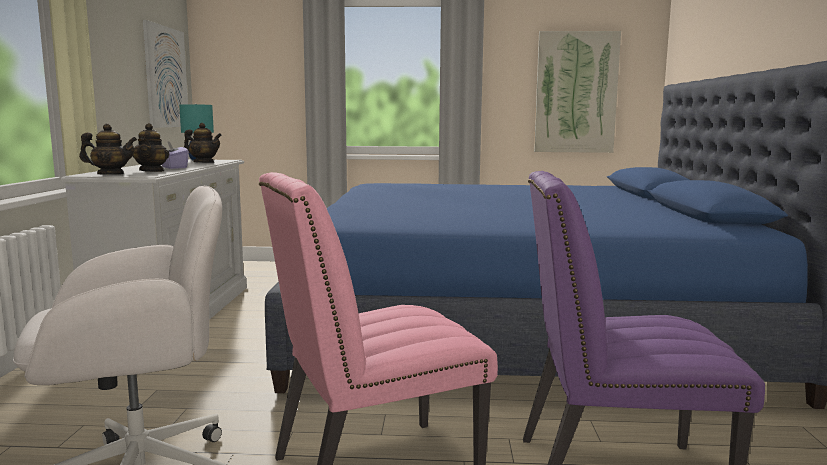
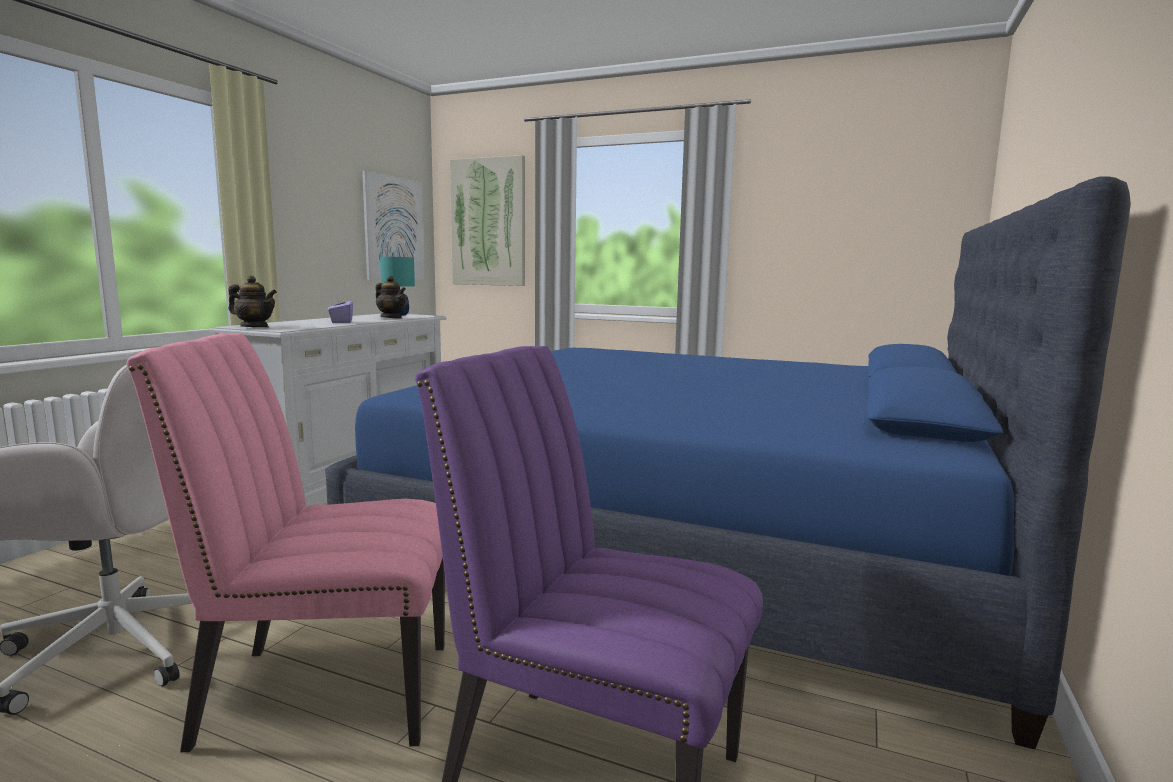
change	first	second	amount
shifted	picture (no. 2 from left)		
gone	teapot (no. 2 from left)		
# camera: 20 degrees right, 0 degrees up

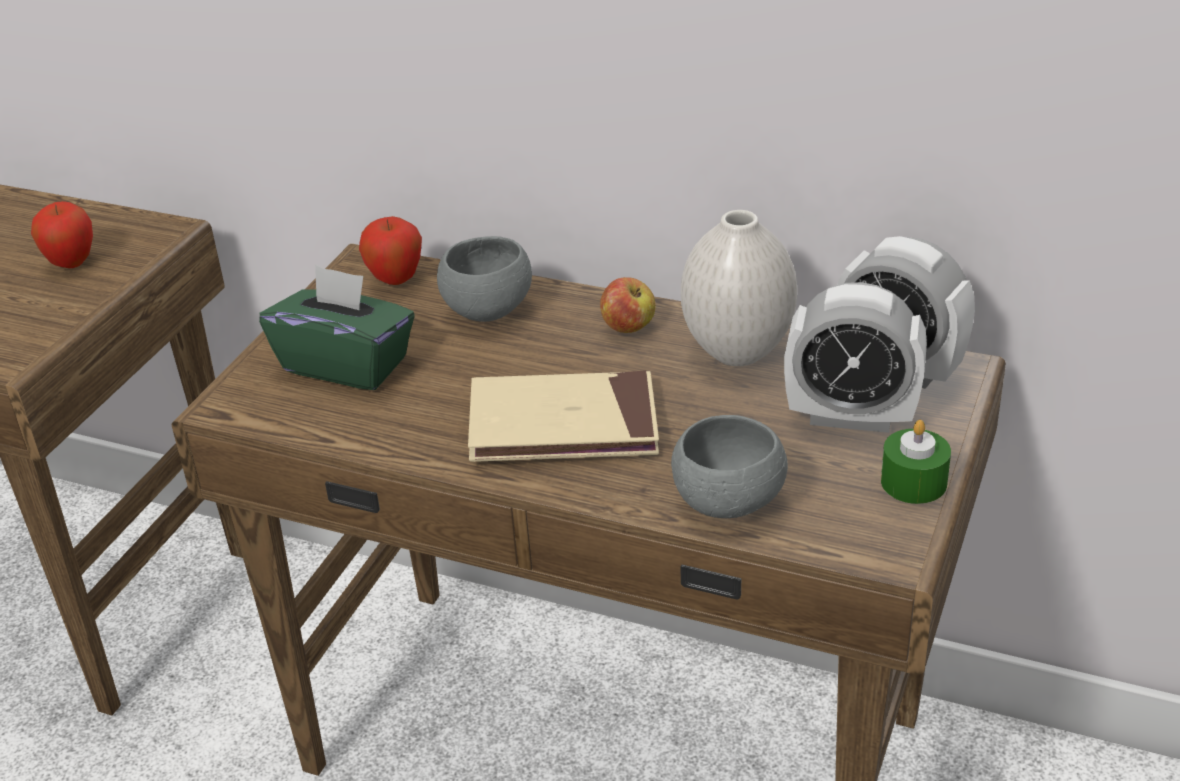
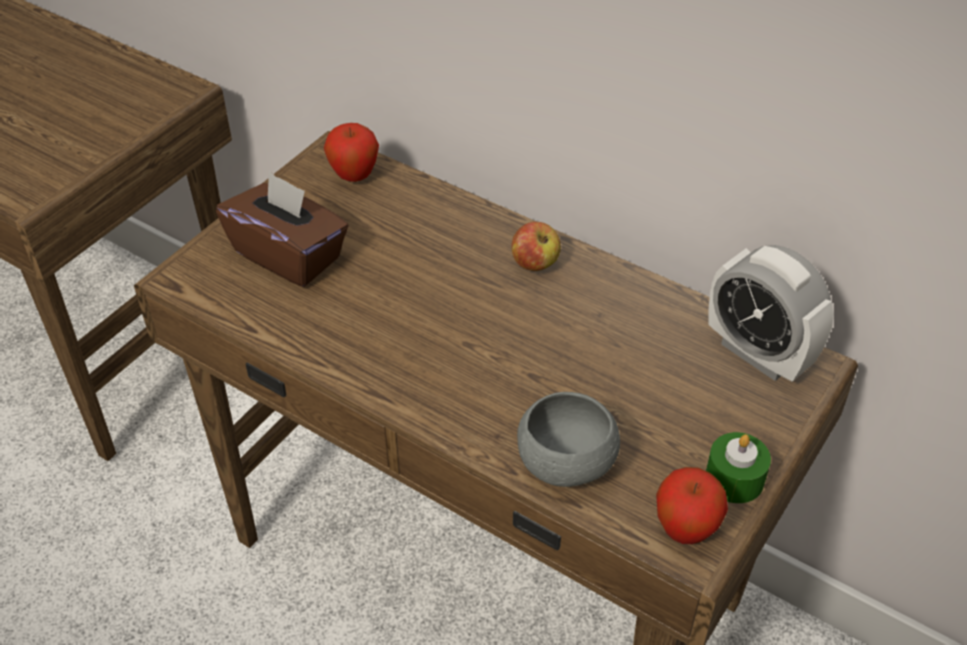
change	first	second	amount
shifted	apple (no. 1 from left in the first image)	apple (no. 3 from left)	
gone	vase (white)		
gone	bowl (grey) (no. 1 from left)		
repainted	tissue box (green)	tissue box (brown)	
gone	alarm clock (no. 1 from left)		
gone	book (beige)		
# camera: 10 degrees right, 10 degrees up

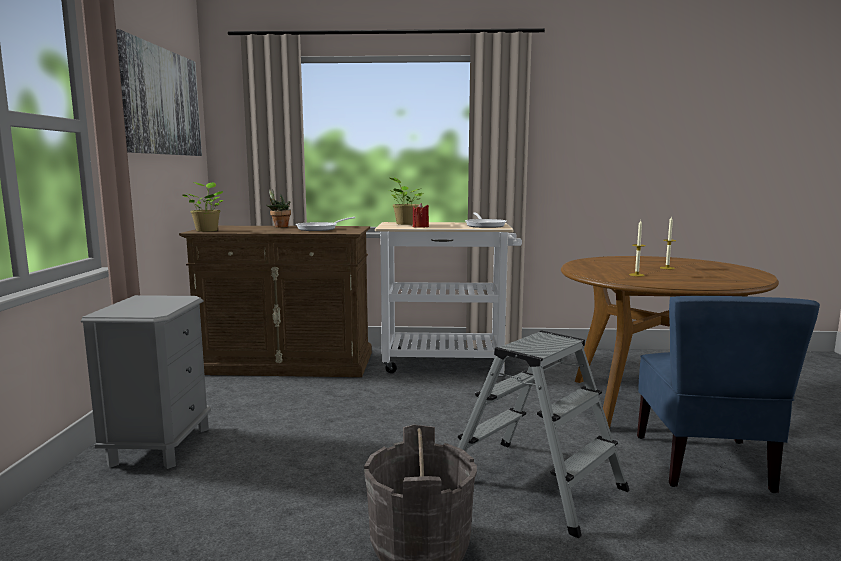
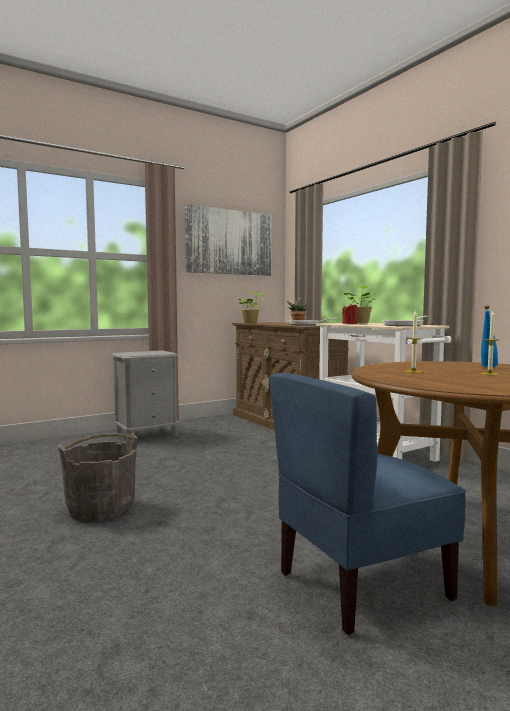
change	first	second	amount
gone	step ladder (grey)		
new		bottle (blue)	
# camera: 55 degrees right, 5 degrees down

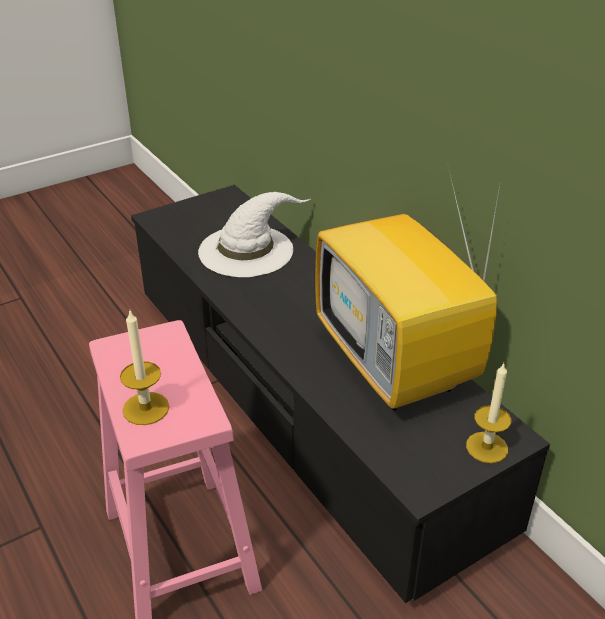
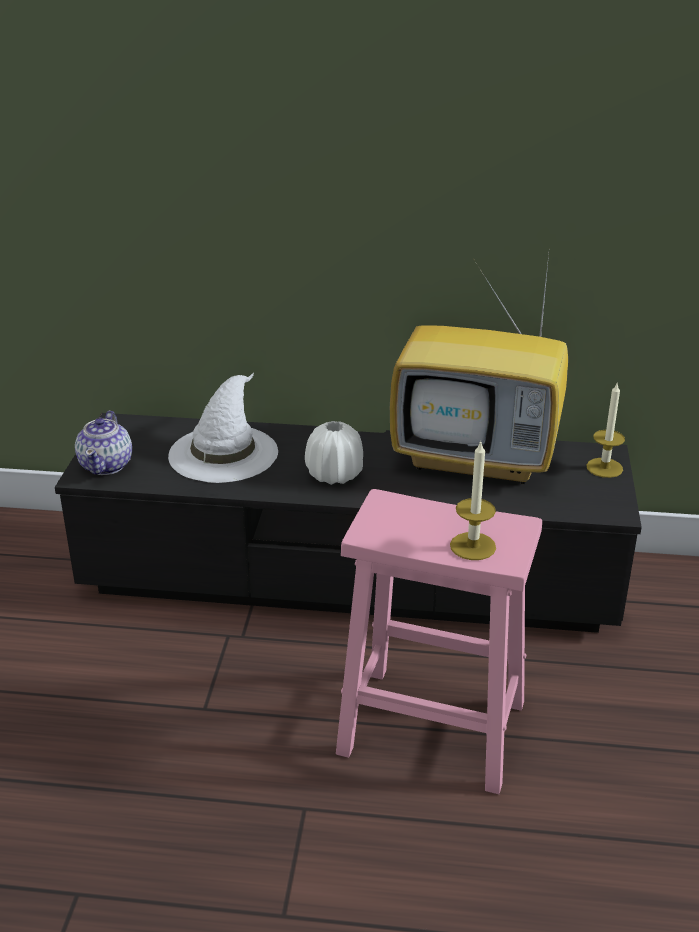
change	first	second	amount
new		teapot	
new		vase (white)	
# camera: 50 degrees left, 5 degrees down

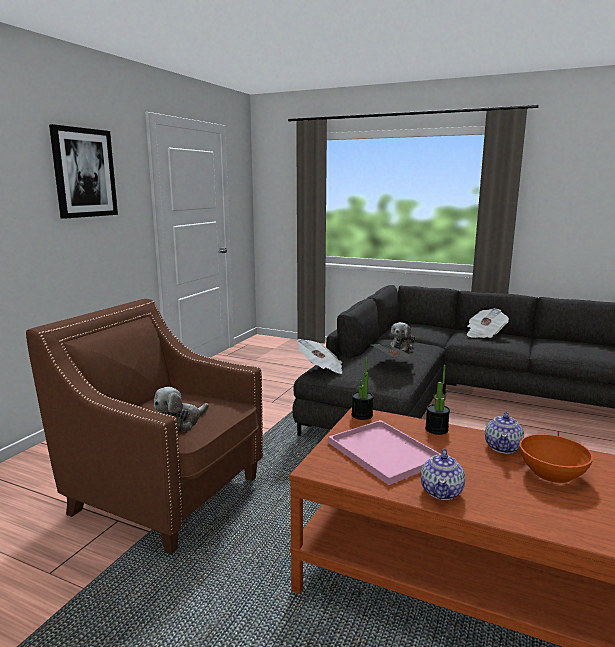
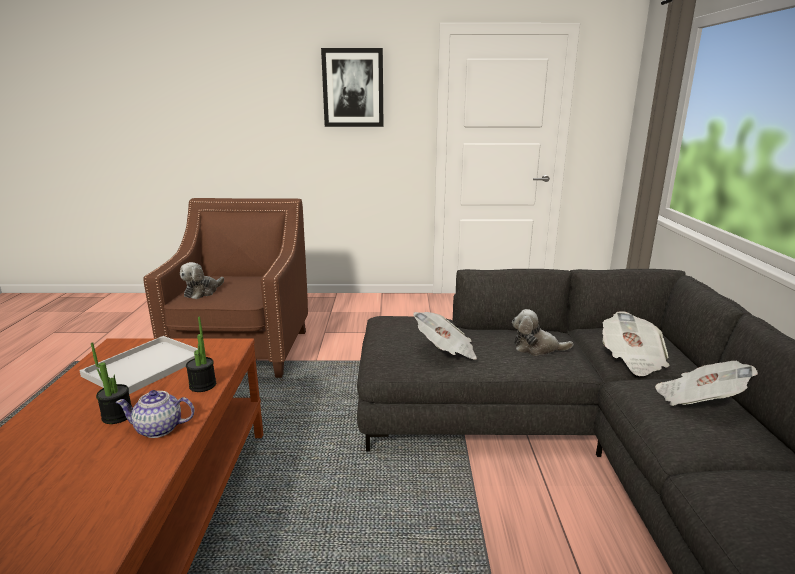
change	first	second	amount
shifted	newspaper (no. 1 from left in the first image)	newspaper (no. 2 from left)	
shifted	potted plant (no. 1 from left)		
rotated	plush toy (no. 1 from left)		75 degrees counterclockwise
repainted	tray (pink)	tray (white)	
gone	bowl (orange)		
gone	teapot (no. 1 from left)		
# camera: 65 degrees right, 5 degrees up

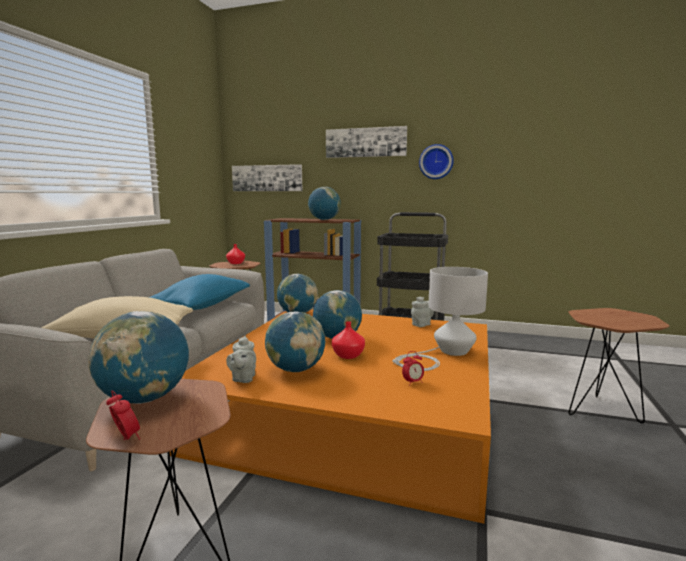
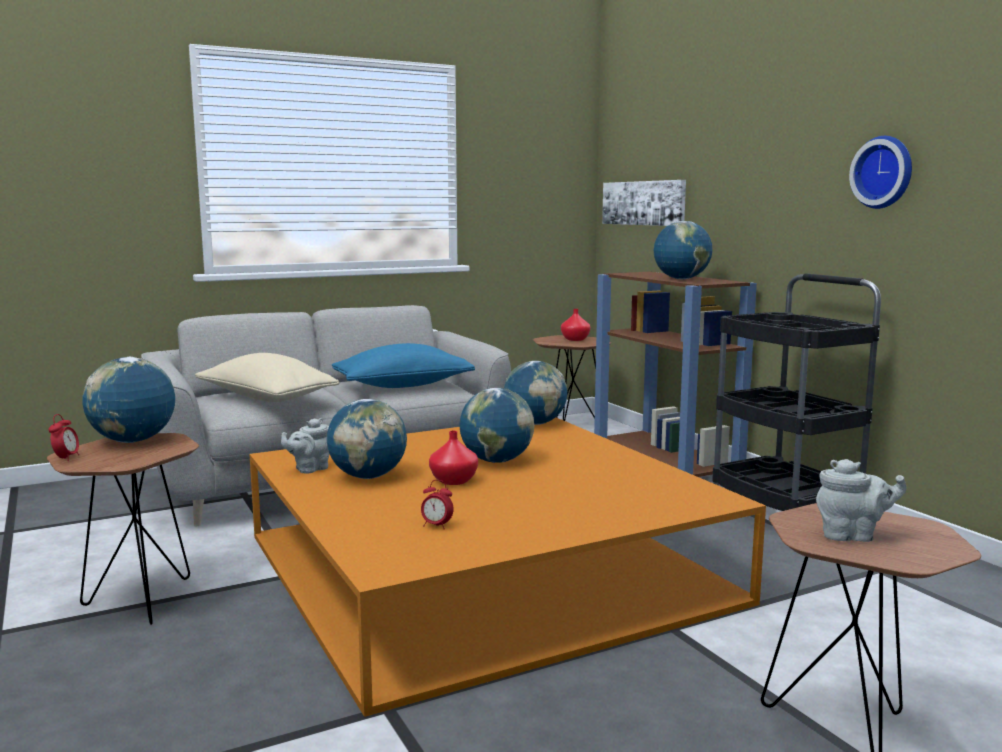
change	first	second	amount
gone	picture (no. 2 from left)		
gone	table lamp (white)		
shifted	teapot (grey) (no. 2 from left)		
# camera: 45 degrees right, 0 degrees up

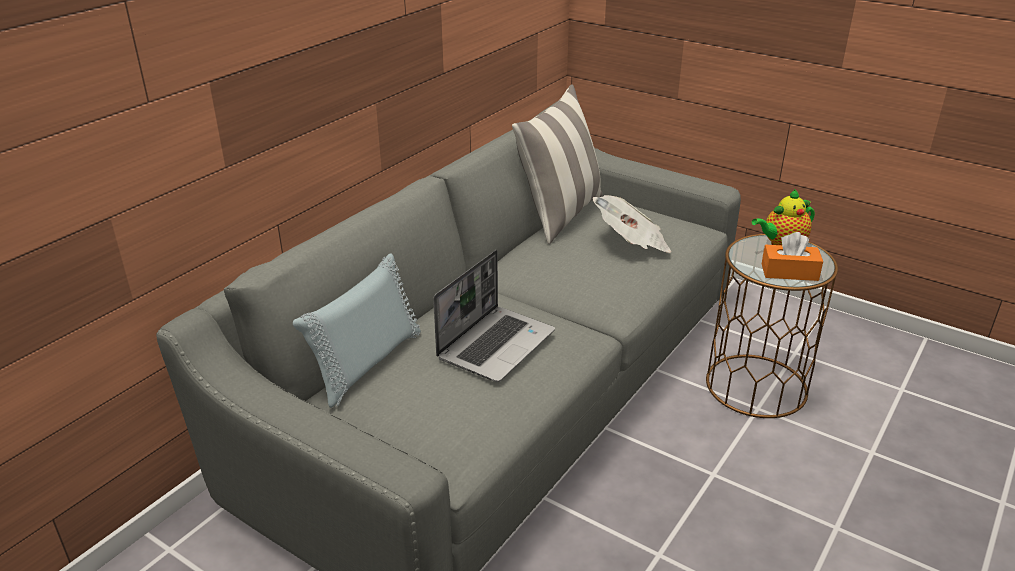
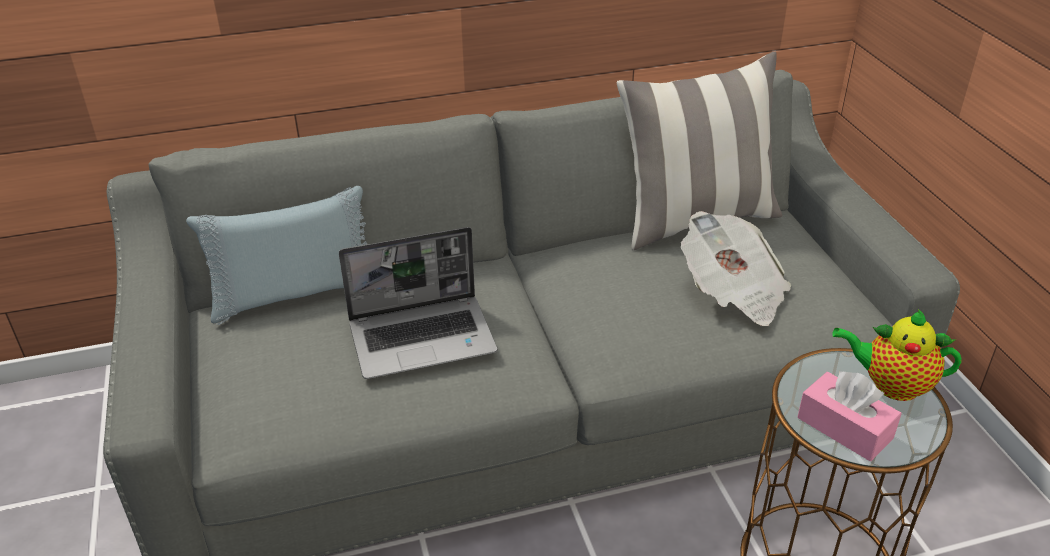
change	first	second	amount
repainted	tissue box (orange)	tissue box (pink)	
# camera: 40 degrees right, 5 degrees up

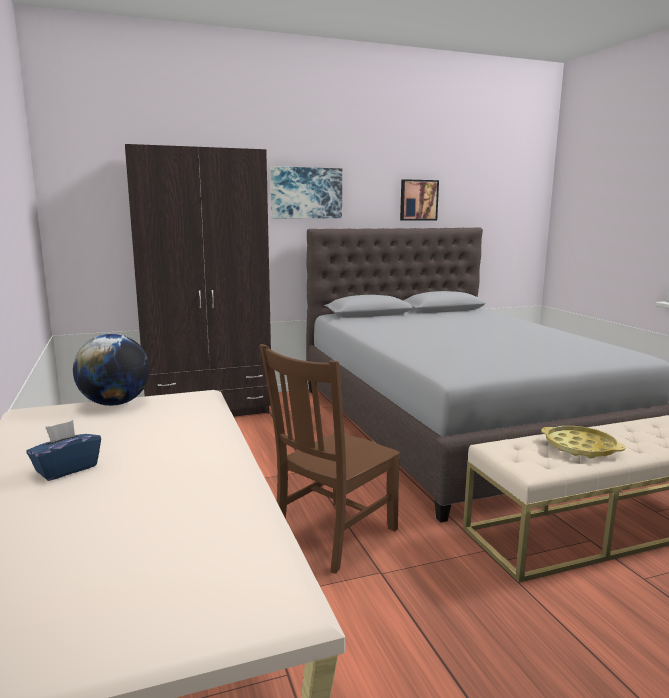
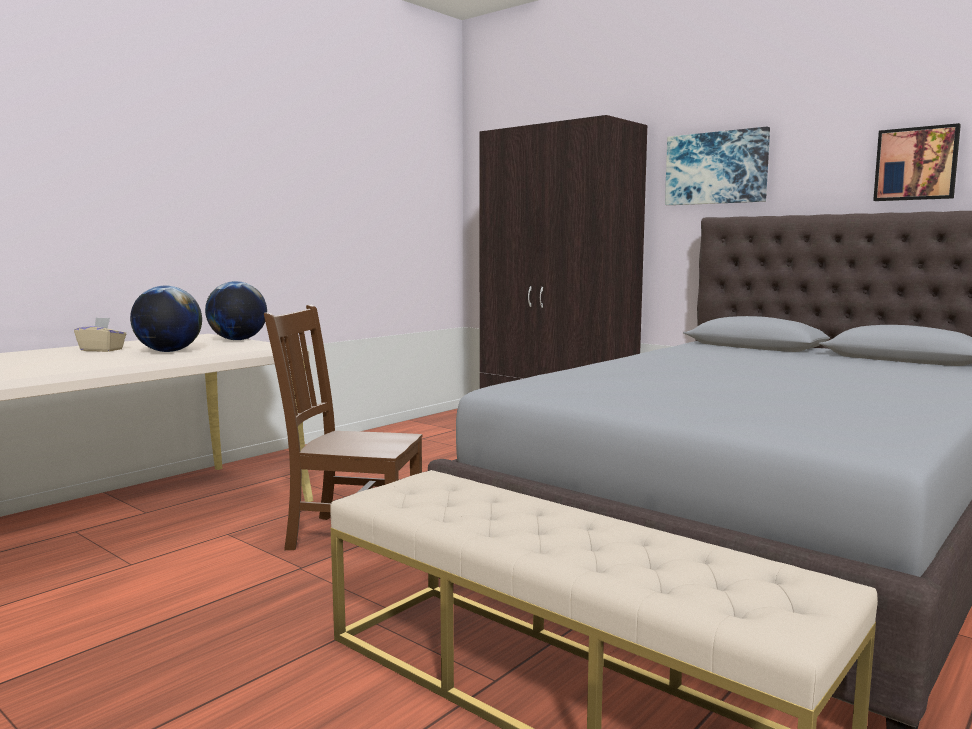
change	first	second	amount
repainted	tissue box (blue)	tissue box (beige)	
gone	tray (yellow)		
new		globe (no. 1 from left)	
# camera: 60 degrees right, 5 degrees down

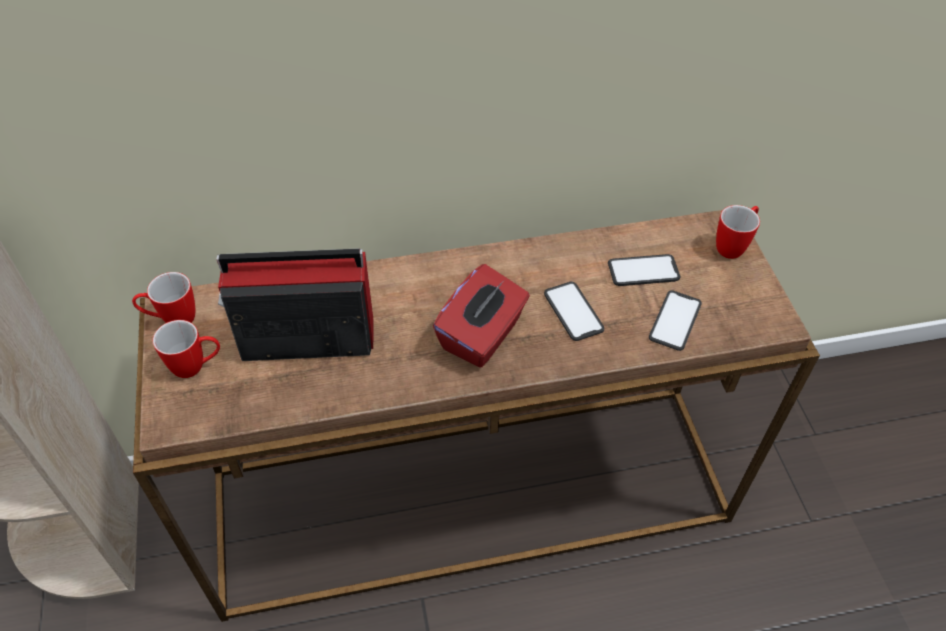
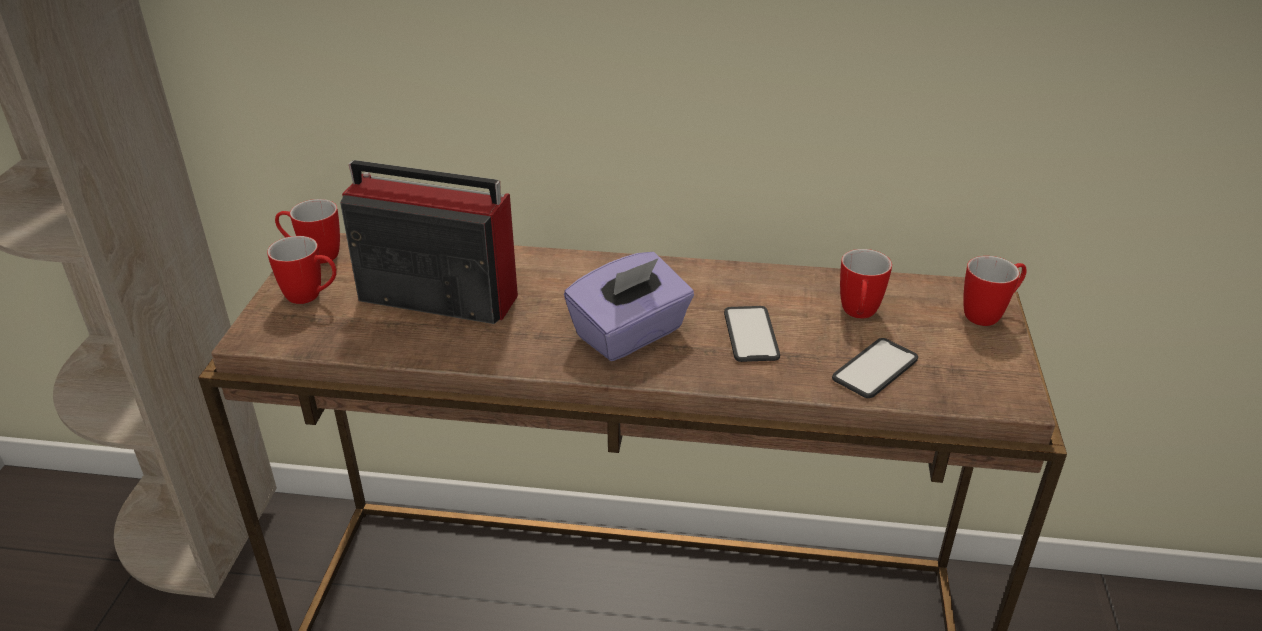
change	first	second	amount
swapped	phone (no. 2 from left)	mug (no. 3 from left)	
repainted	tissue box (red)	tissue box (purple)	
# camera: 20 degrees right, 15 degrees down

